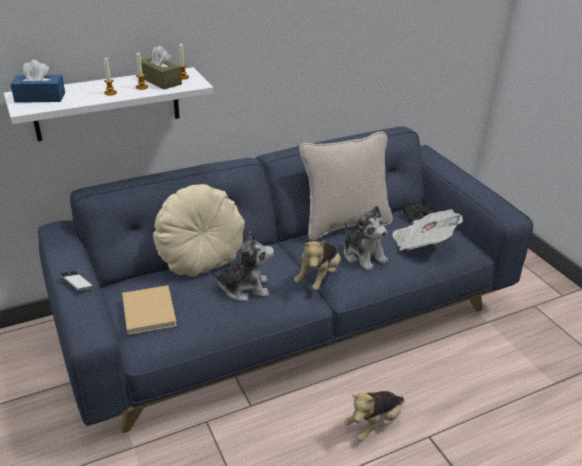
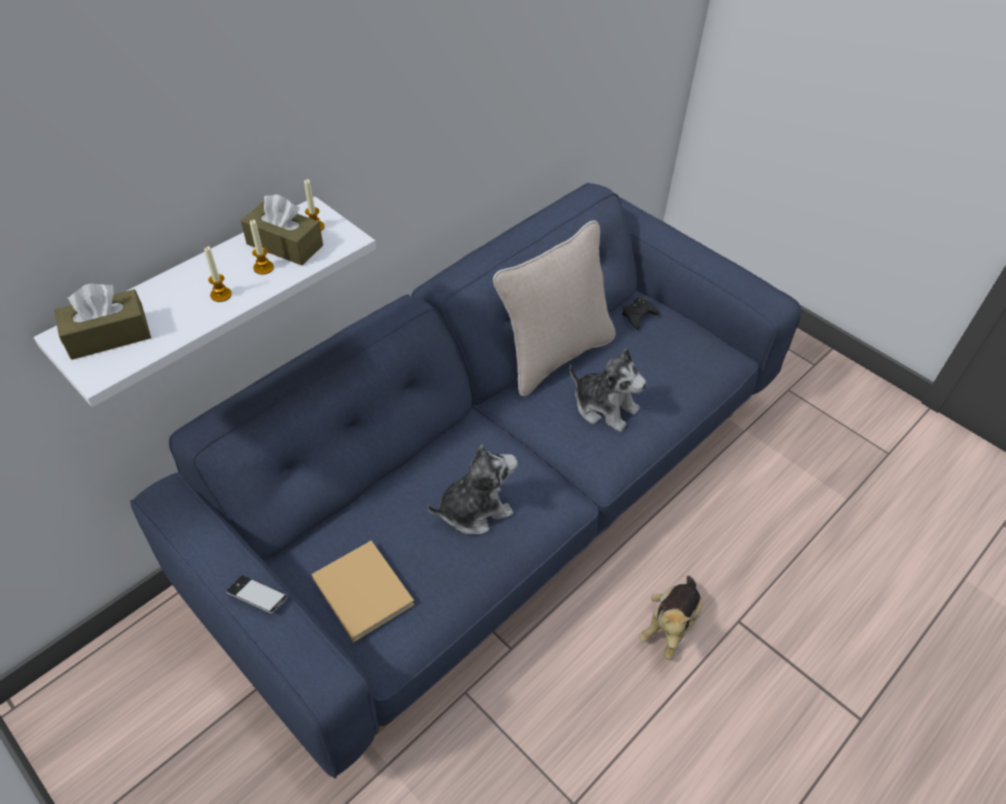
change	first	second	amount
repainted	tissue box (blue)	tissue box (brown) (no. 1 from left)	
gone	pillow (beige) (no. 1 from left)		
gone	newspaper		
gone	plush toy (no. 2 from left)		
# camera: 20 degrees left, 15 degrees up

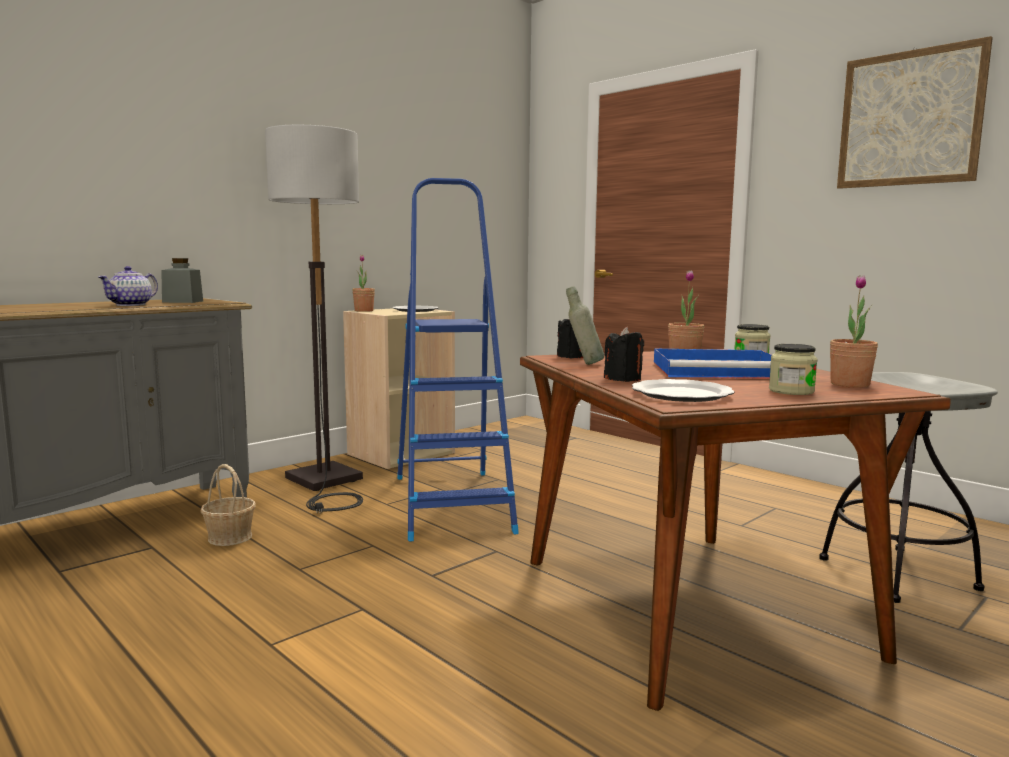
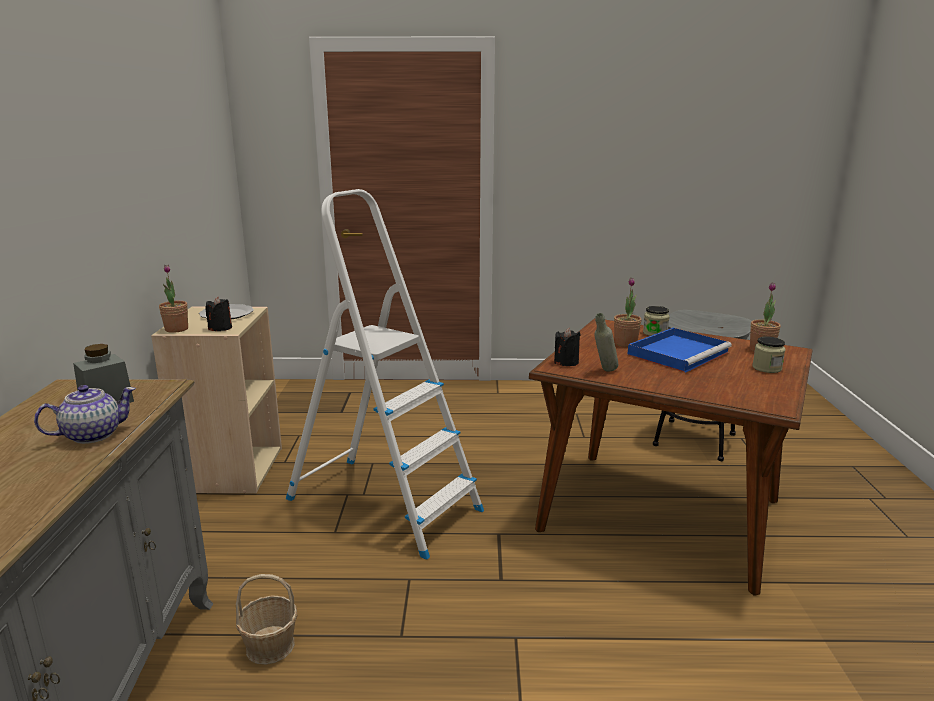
change	first	second	amount
gone	picture		
gone	floor lamp		
repainted	step ladder (blue)	step ladder (white)	
rotated	teapot		105 degrees counterclockwise
shifted	candle (black) (no. 2 from left in the first image)	candle (black) (no. 1 from left)	
gone	plate (no. 2 from left)		
# camera: 45 degrees left, 10 degrees up

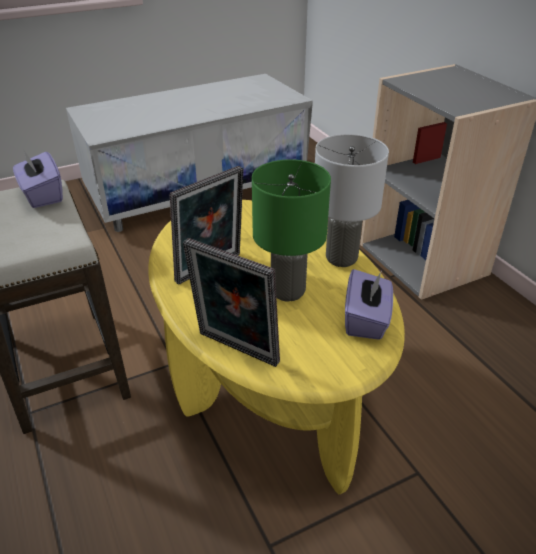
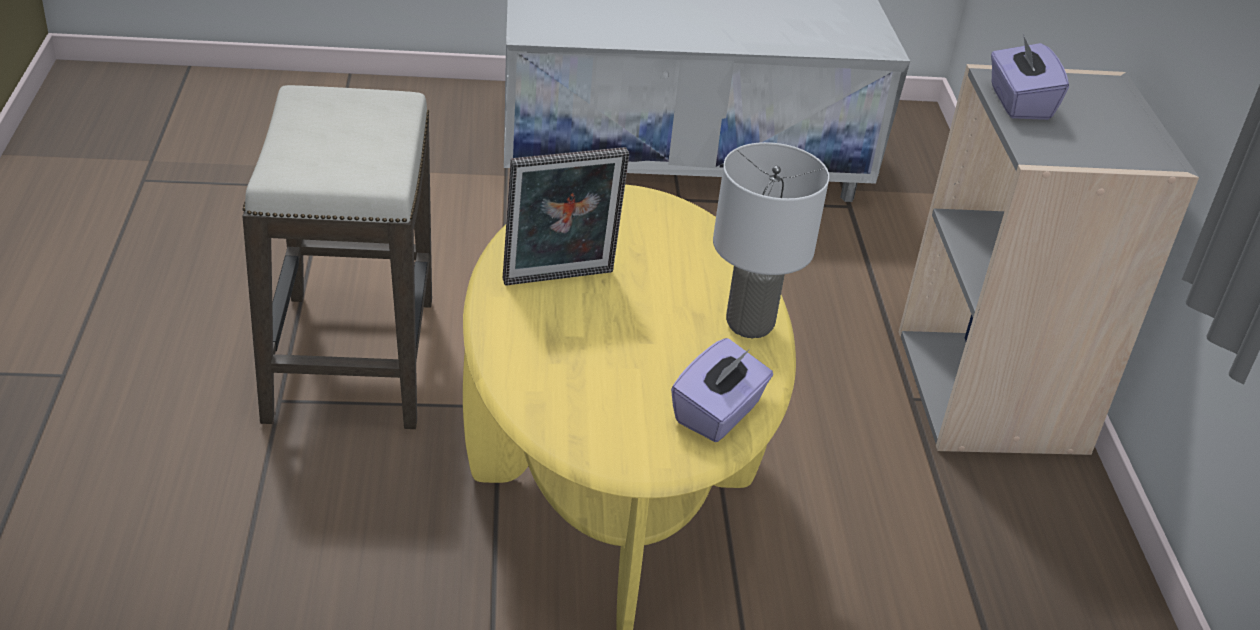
change	first	second	amount
shifted	tissue box (purple) (no. 1 from left in the first image)	tissue box (purple) (no. 2 from left)	
gone	table lamp (green)		
gone	picture frame (no. 2 from left)		
# camera: 20 degrees right, 0 degrees up

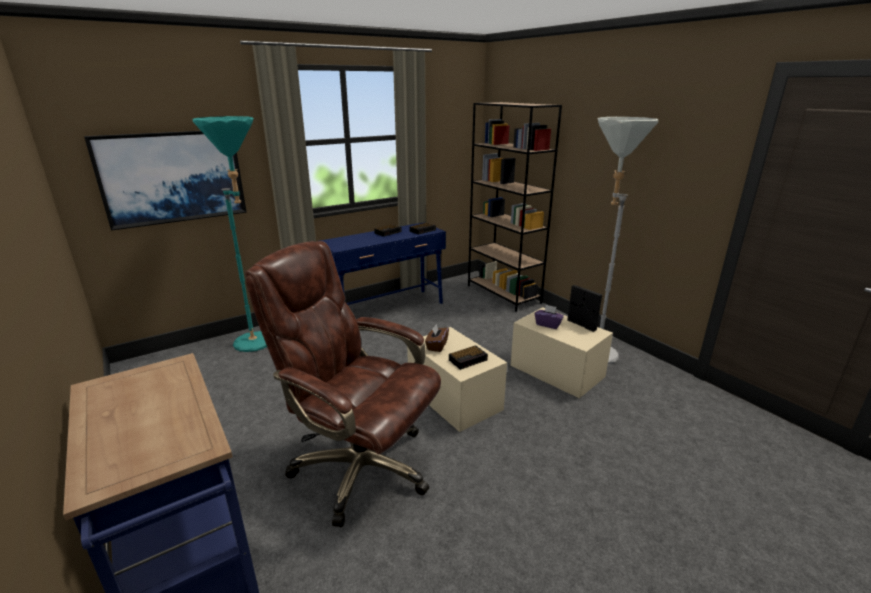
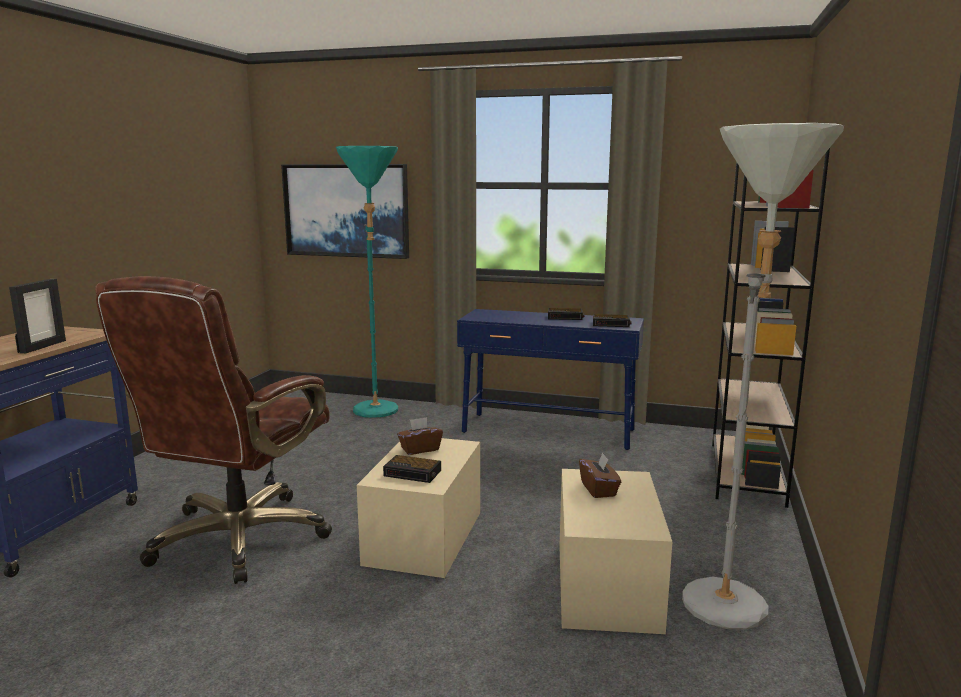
change	first	second	amount
rotated	office chair (brown)		150 degrees counterclockwise
shifted	picture frame		
repainted	tissue box (purple)	tissue box (brown) (no. 2 from left)	
# camera: 50 degrees right, 10 degrees down

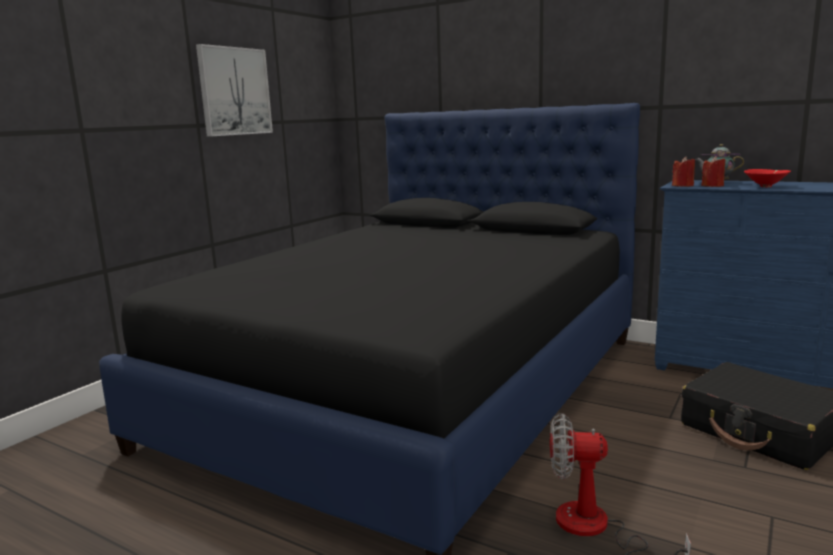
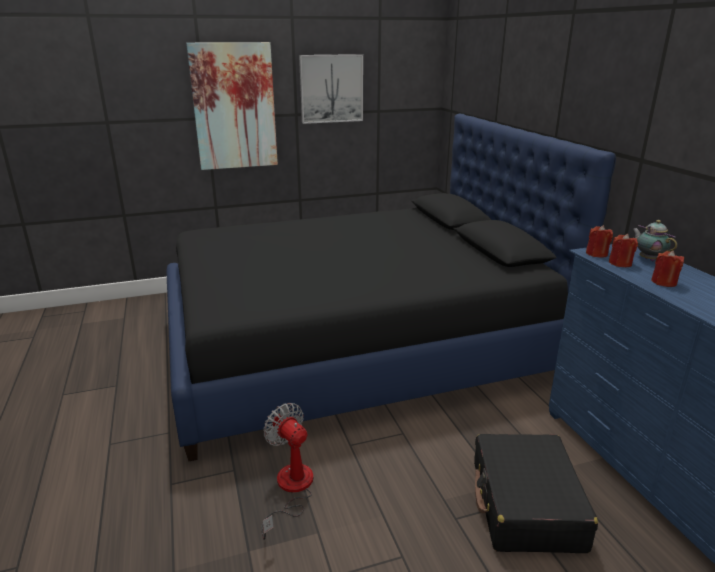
change	first	second	amount
swapped	bowl (red)	candle (red) (no. 3 from left)	
new		picture (no. 1 from left)	
# camera: 40 degrees right, 10 degrees up

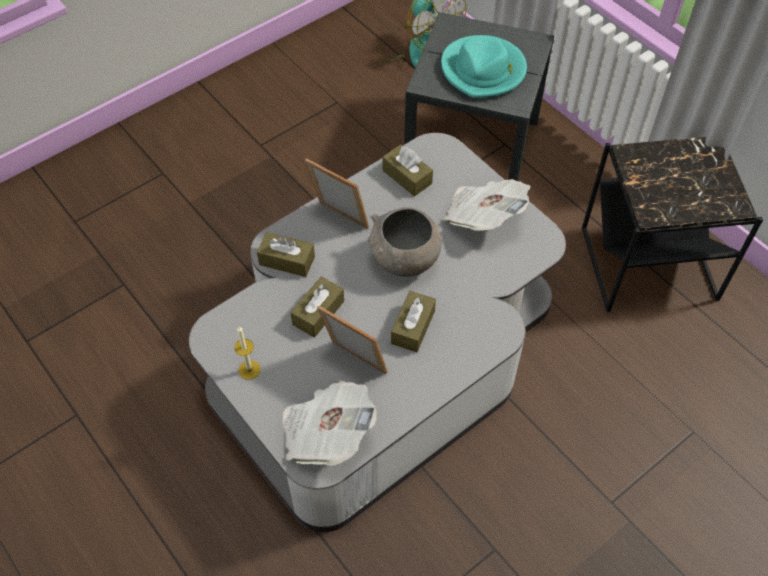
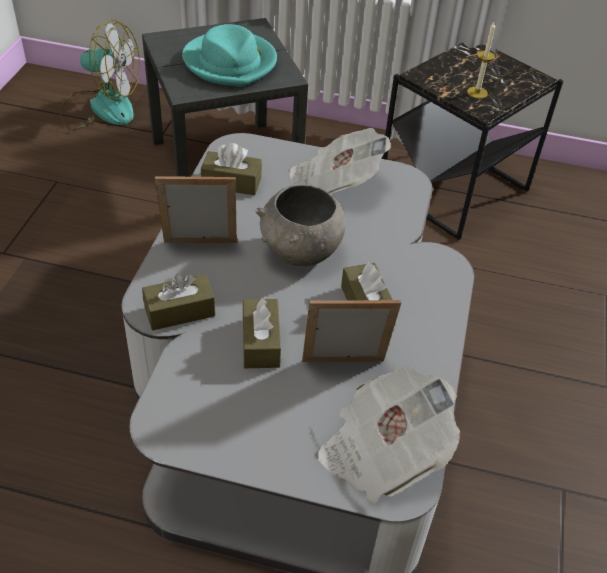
change	first	second	amount
shifted	candle		
# camera: 40 degrees left, 10 degrees down

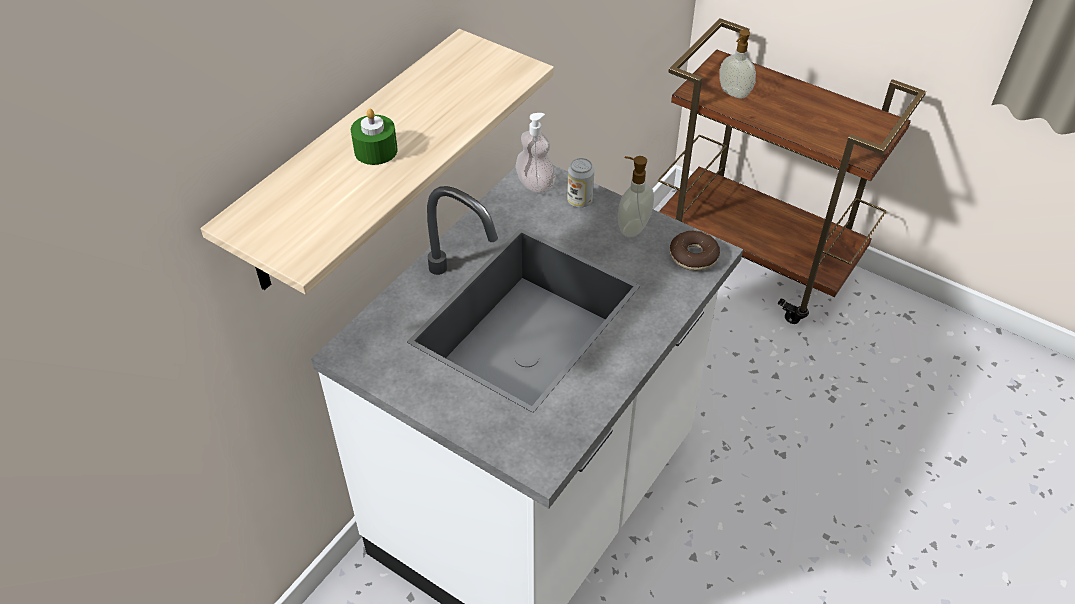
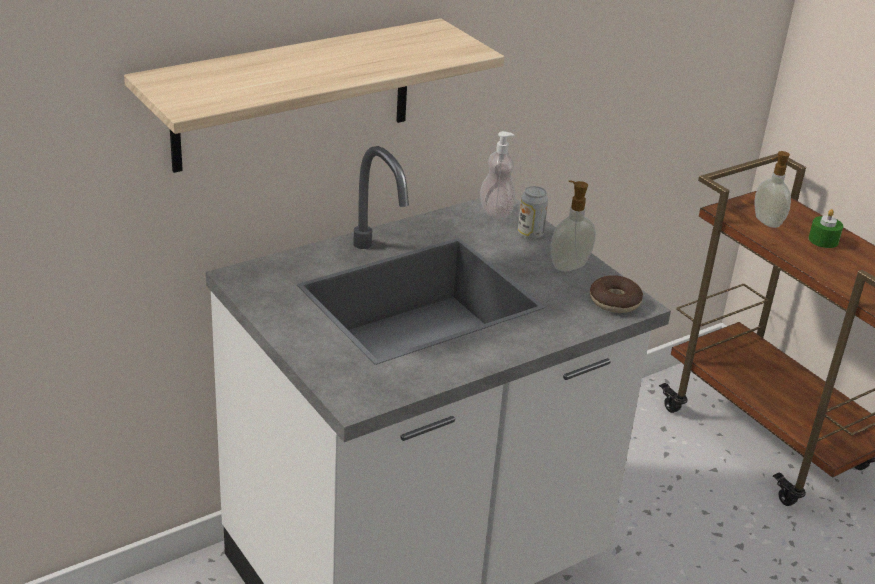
change	first	second	amount
shifted	candle (green)		
# camera: 20 degrees right, 15 degrees down

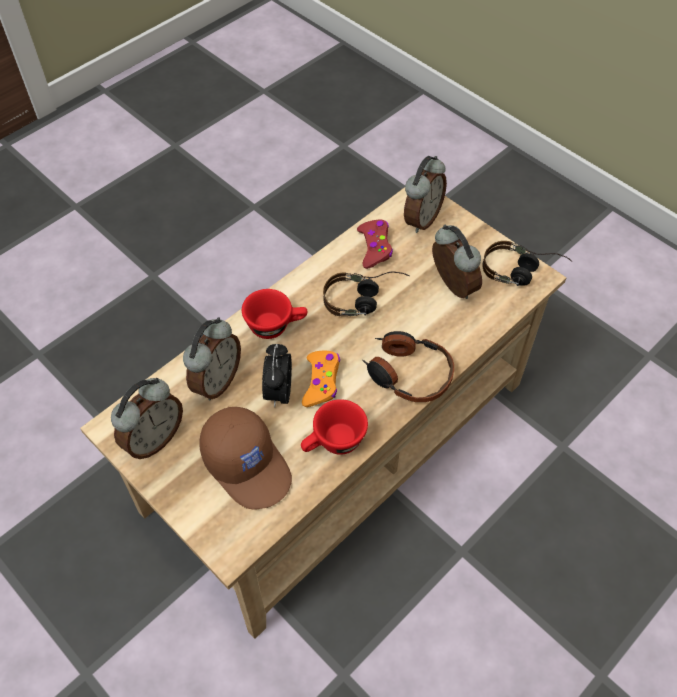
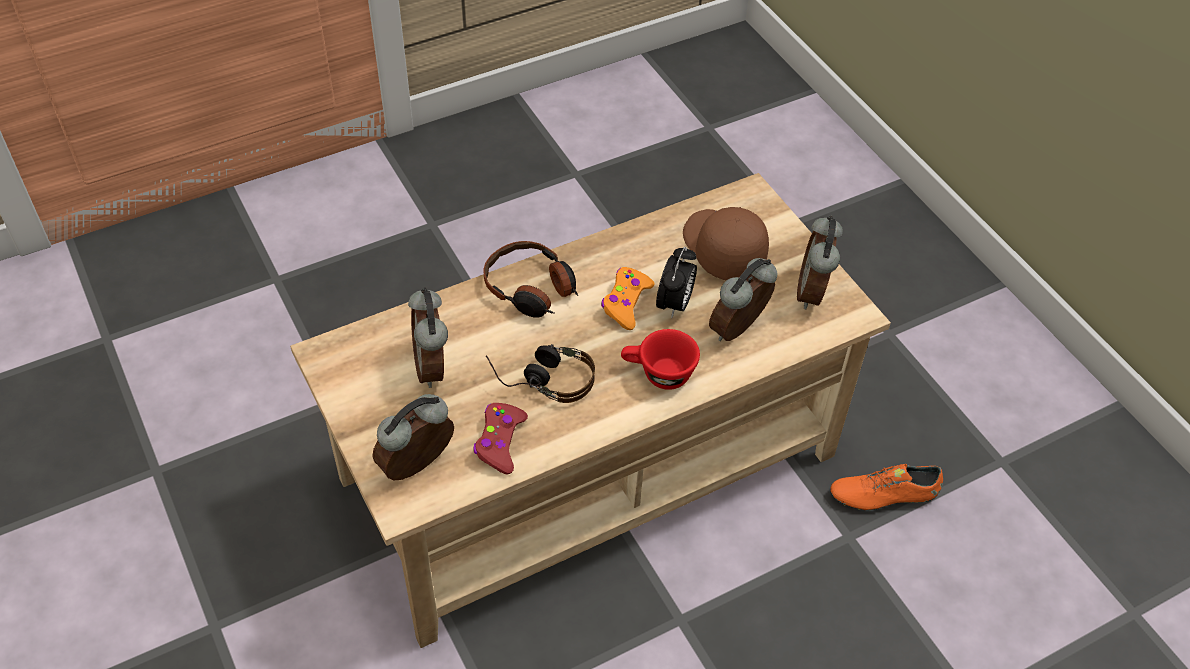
change	first	second	amount
gone	headphones (no. 3 from left)		
rotated	alarm clock (no. 1 from left in the first image)	alarm clock (no. 5 from left)	45 degrees counterclockwise
gone	cup (red) (no. 2 from left)		
new		shoe (orange)	
# camera: 165 degrees left, 5 degrees down

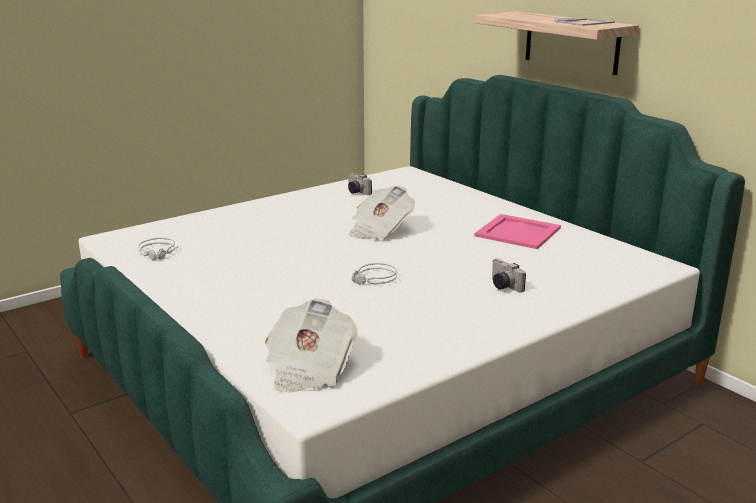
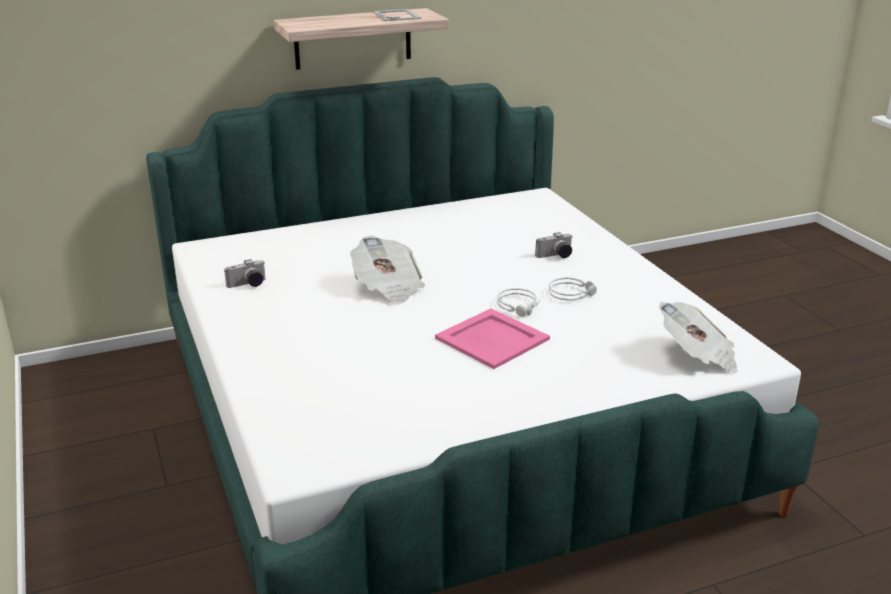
change	first	second	amount
shifted	tray (pink)		
shifted	headphones (grey) (no. 1 from left in the first image)	headphones (grey) (no. 2 from left)	
# camera: 75 degrees left, 5 degrees up

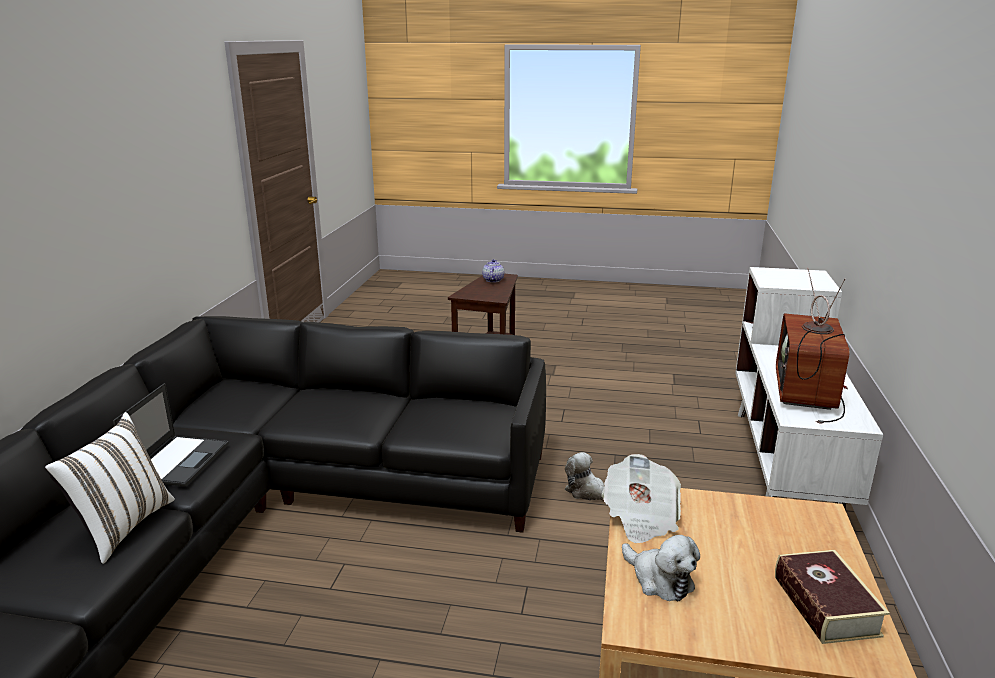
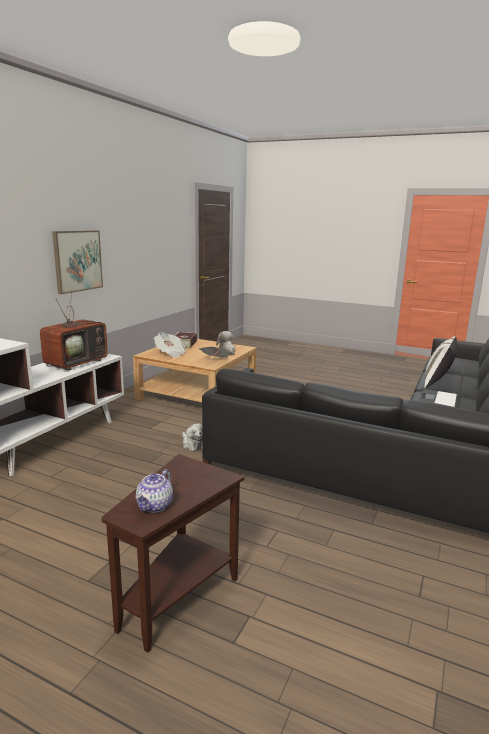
change	first	second	amount
new		picture	
new		newspaper (no. 1 from left)	
# camera: 165 degrees left, 5 degrees down

